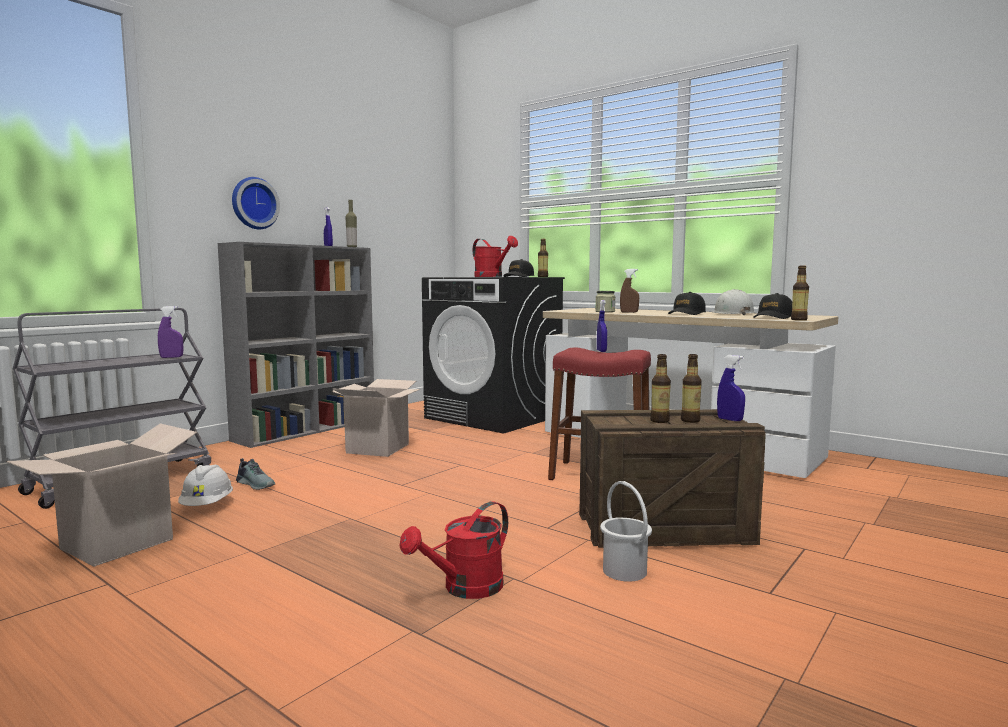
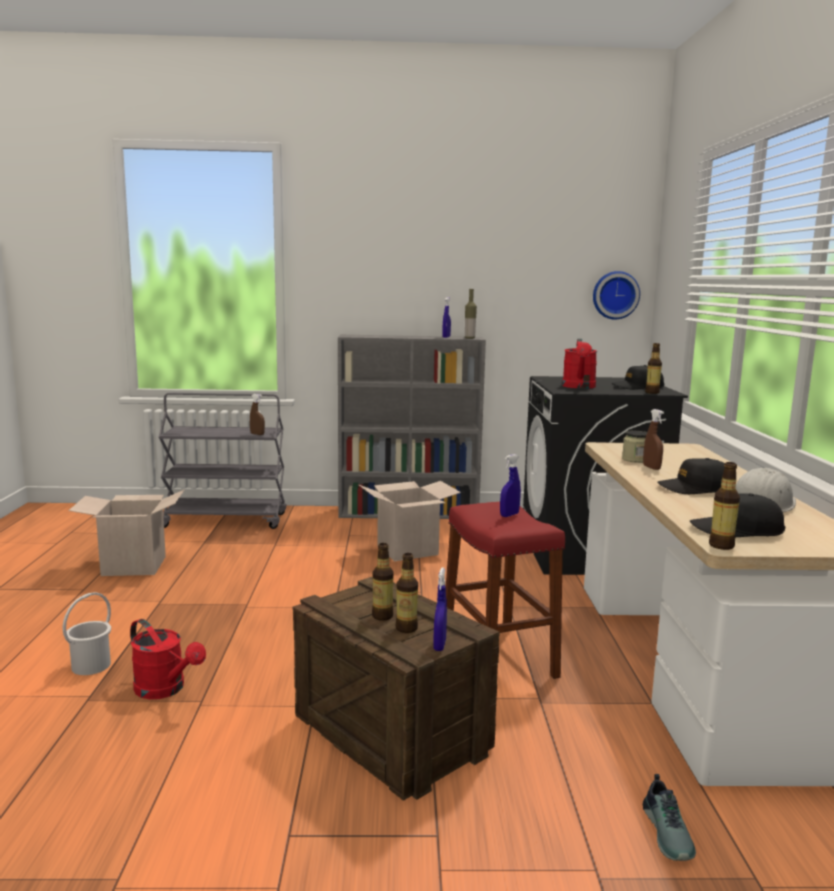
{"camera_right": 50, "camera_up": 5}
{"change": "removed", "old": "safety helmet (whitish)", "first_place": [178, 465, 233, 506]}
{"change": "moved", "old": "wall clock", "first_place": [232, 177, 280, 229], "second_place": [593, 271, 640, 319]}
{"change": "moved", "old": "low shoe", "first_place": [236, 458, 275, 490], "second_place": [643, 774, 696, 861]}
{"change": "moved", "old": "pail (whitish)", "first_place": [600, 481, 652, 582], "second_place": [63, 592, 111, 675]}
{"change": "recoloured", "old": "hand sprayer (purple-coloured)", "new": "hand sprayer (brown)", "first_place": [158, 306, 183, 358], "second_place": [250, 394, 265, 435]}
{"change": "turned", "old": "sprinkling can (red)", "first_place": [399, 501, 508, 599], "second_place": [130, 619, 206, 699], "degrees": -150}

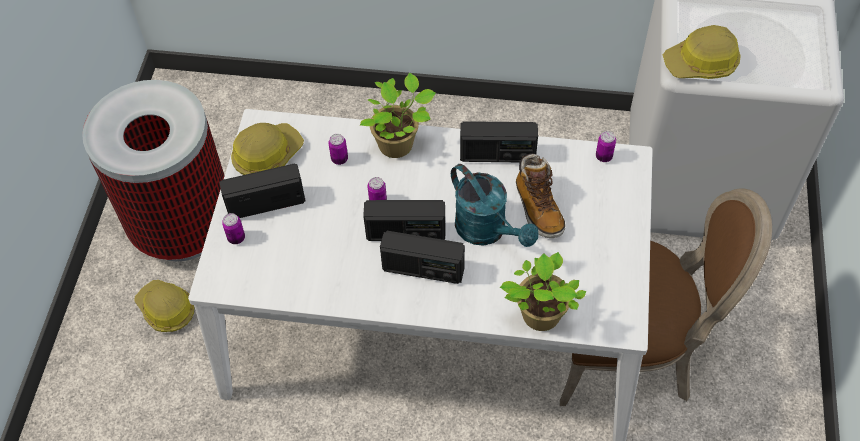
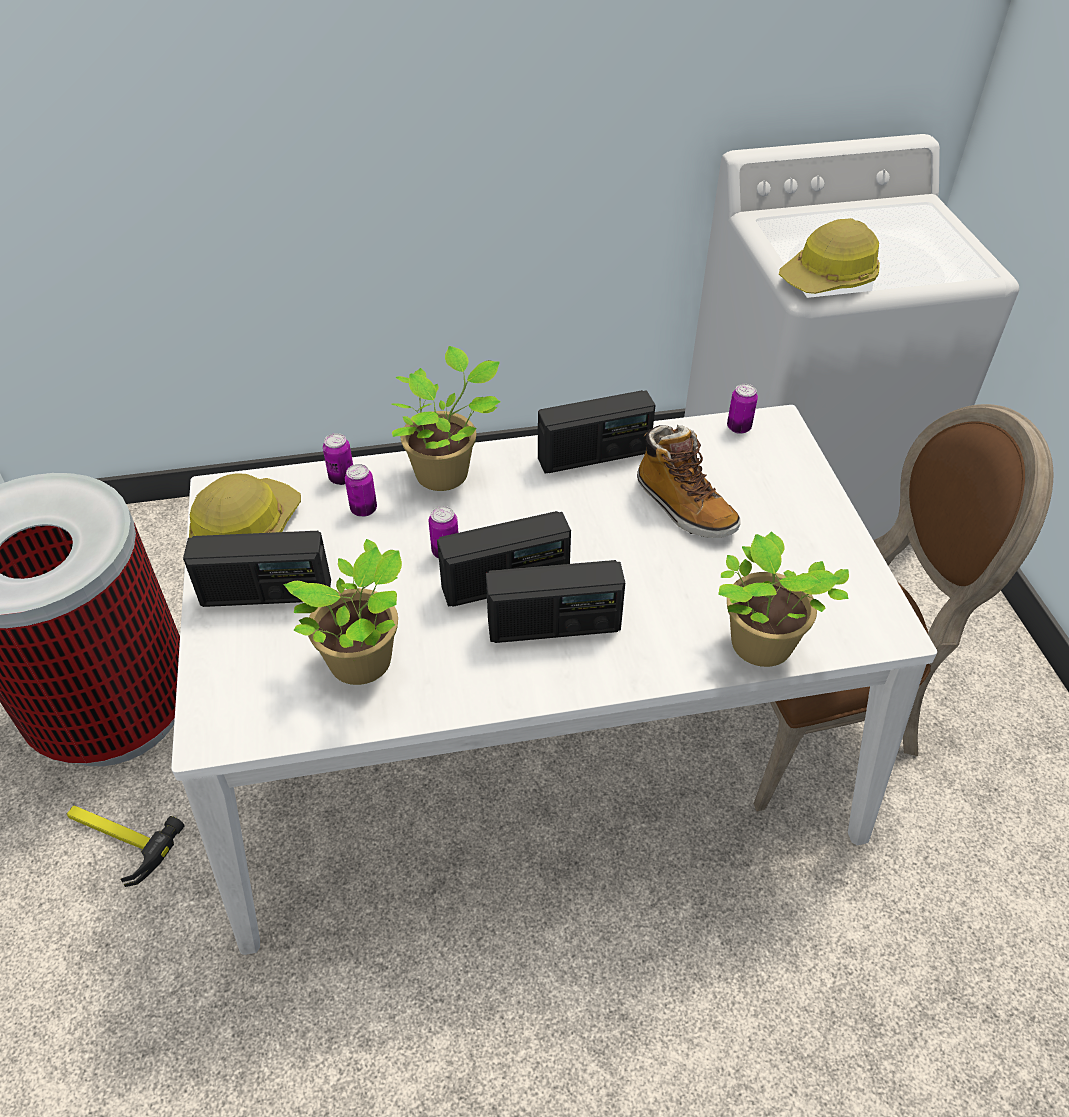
{"camera_right": -20, "camera_up": -10}
{"change": "removed", "old": "sprinkling can (turquoise-coloured)", "first_place": [451, 164, 538, 247]}
{"change": "added", "new": "houseplant", "second_place": [283, 539, 402, 685]}
{"change": "moved", "old": "metal can", "first_place": [222, 213, 245, 244], "second_place": [323, 433, 353, 485]}
{"change": "replaced", "old": "safety helmet", "new": "hand hammer", "first_place": [134, 280, 194, 332], "second_place": [67, 805, 184, 887]}
{"change": "turned", "old": "radio receiver", "first_place": [219, 164, 306, 218], "second_place": [183, 531, 331, 607], "degrees": -150}

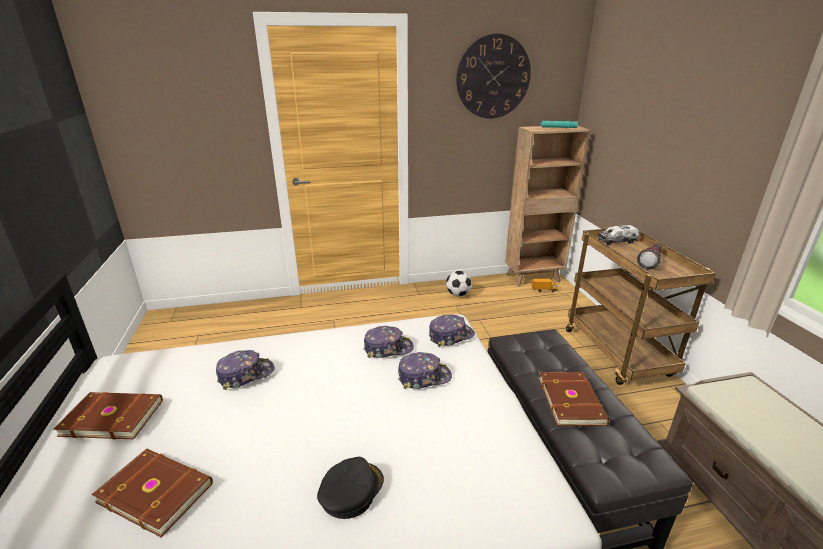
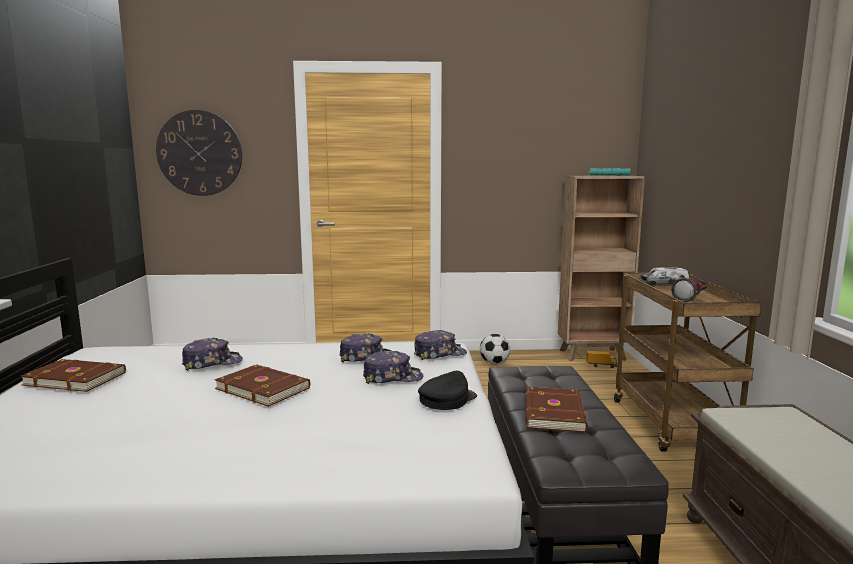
{"camera_right": 10, "camera_up": -15}
{"change": "moved", "old": "volume (brown)", "first_place": [91, 449, 213, 537], "second_place": [214, 364, 310, 407]}
{"change": "moved", "old": "peaked cap (black-coloured)", "first_place": [317, 457, 384, 519], "second_place": [418, 371, 477, 410]}
{"change": "moved", "old": "wall clock", "first_place": [456, 34, 531, 119], "second_place": [156, 110, 242, 196]}

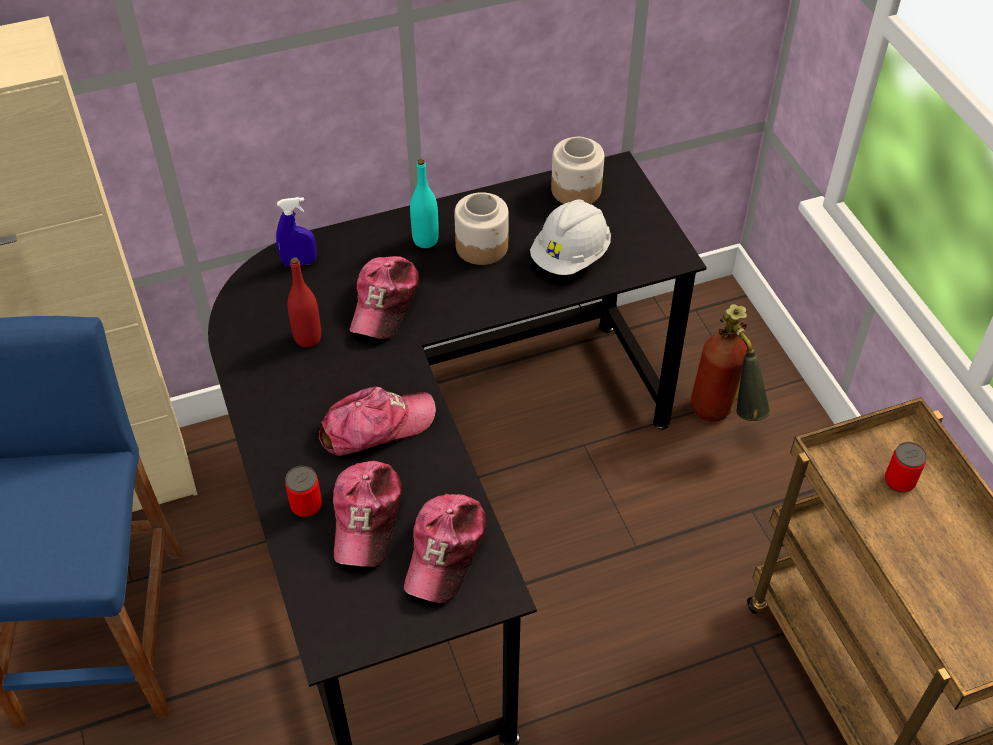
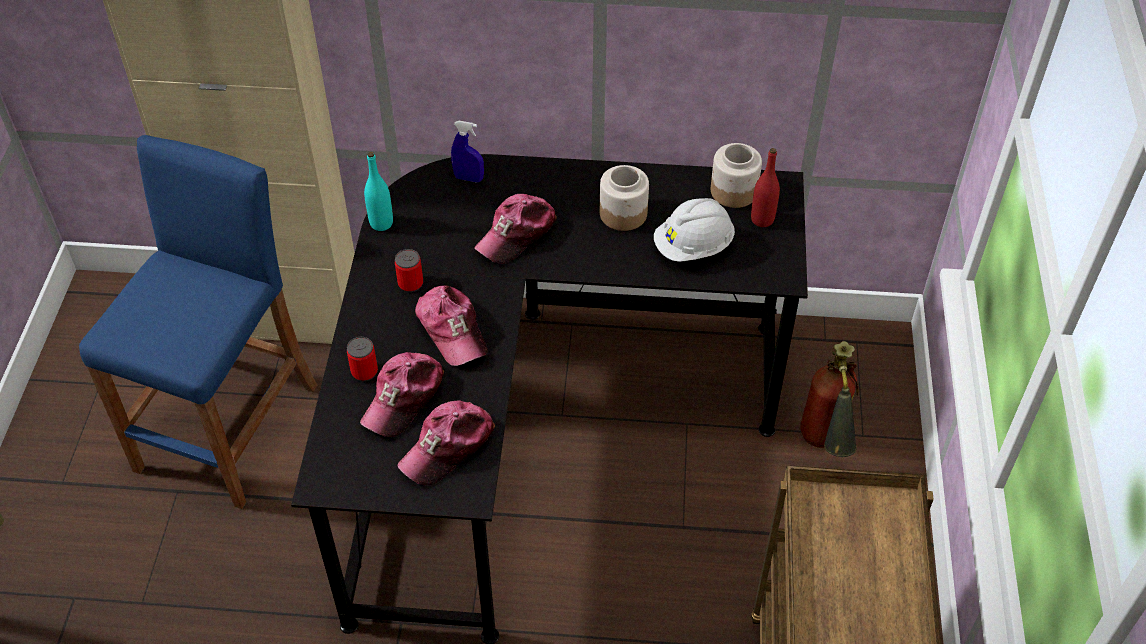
{"camera_right": 25, "camera_up": 0}
{"change": "moved", "old": "drink bottle (red)", "first_place": [287, 257, 321, 347], "second_place": [751, 148, 780, 227]}
{"change": "moved", "old": "drink bottle (turquoise-coloured)", "first_place": [410, 159, 439, 248], "second_place": [364, 152, 393, 231]}
{"change": "moved", "old": "metal can", "first_place": [885, 442, 927, 493], "second_place": [395, 249, 423, 292]}
{"change": "turned", "old": "peaked cap", "first_place": [319, 386, 436, 456], "second_place": [415, 286, 488, 366], "degrees": 60}

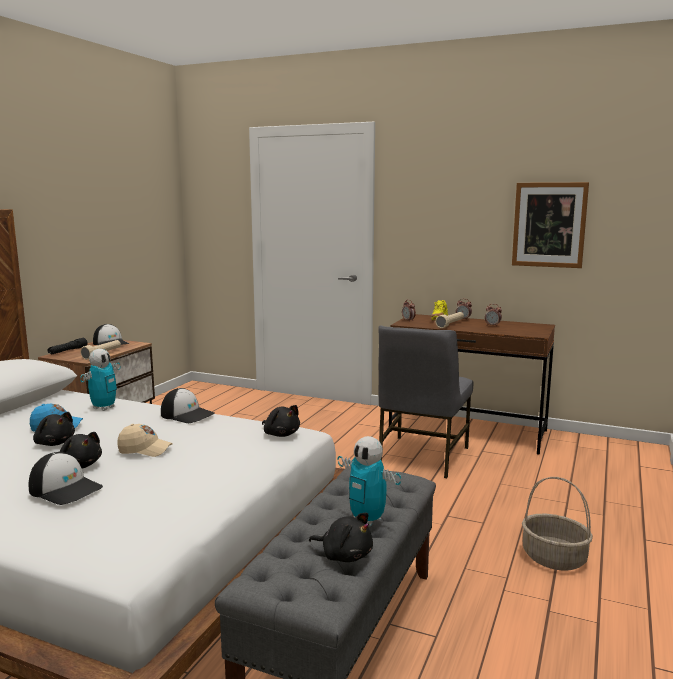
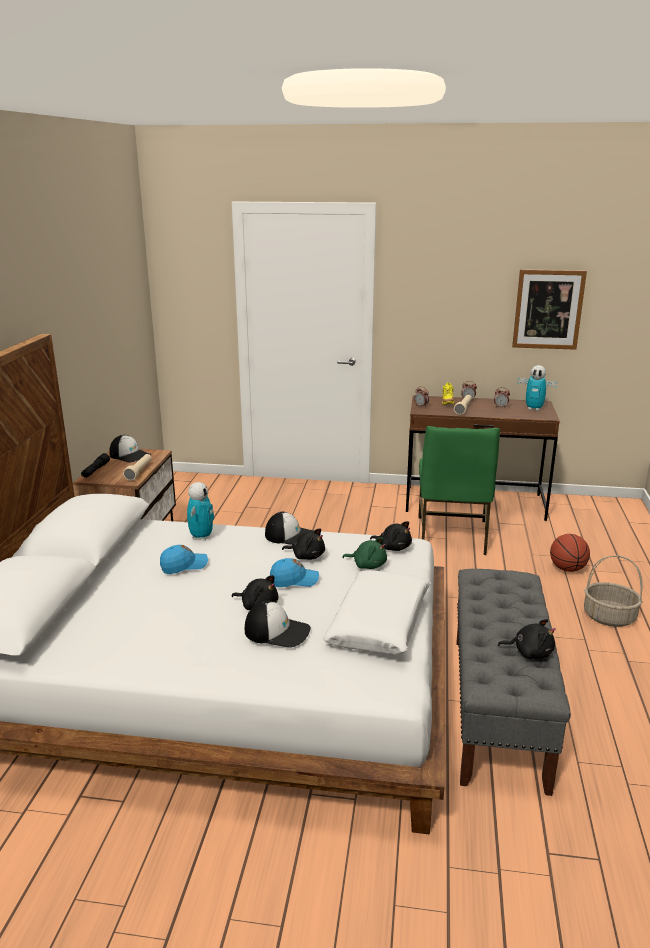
{"camera_right": -15, "camera_up": 10}
{"change": "added", "new": "cushion (whitish)", "second_place": [323, 570, 430, 654]}
{"change": "added", "new": "plush toy (green-coloured)", "second_place": [342, 537, 387, 569]}
{"change": "added", "new": "basketball", "second_place": [550, 534, 590, 572]}
{"change": "moved", "old": "plush toy (black-coloured)", "first_place": [33, 412, 75, 446], "second_place": [282, 528, 325, 560]}
{"change": "moved", "old": "robot figure", "first_place": [338, 436, 401, 527], "second_place": [517, 365, 558, 411]}
{"change": "recoloured", "old": "peaked cap (beige)", "new": "peaked cap (bluish)", "first_place": [117, 424, 173, 457], "second_place": [270, 558, 319, 587]}
{"change": "recoloured", "old": "upright chair (greyish)", "new": "upright chair (green-coloured)", "first_place": [378, 326, 473, 478], "second_place": [418, 426, 500, 555]}

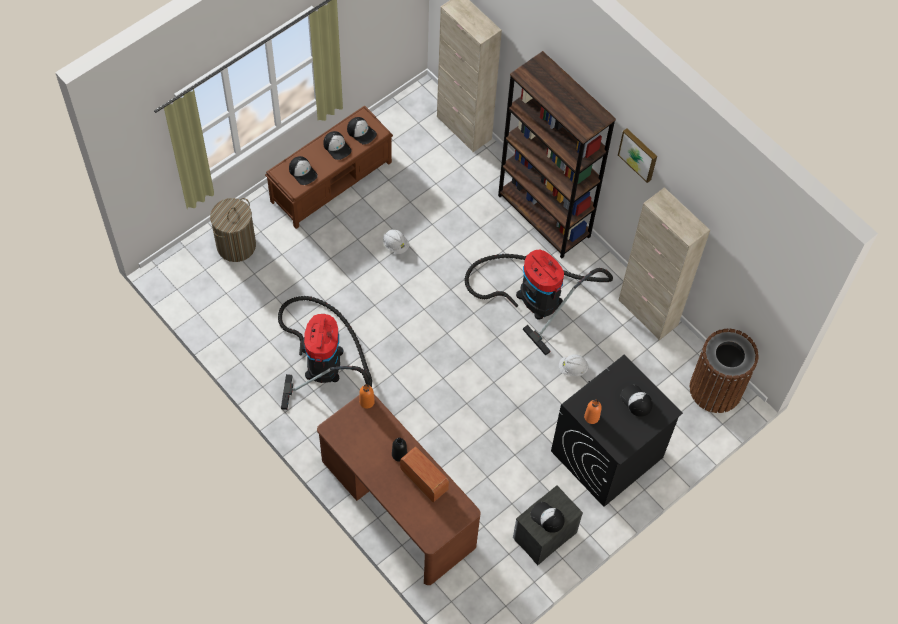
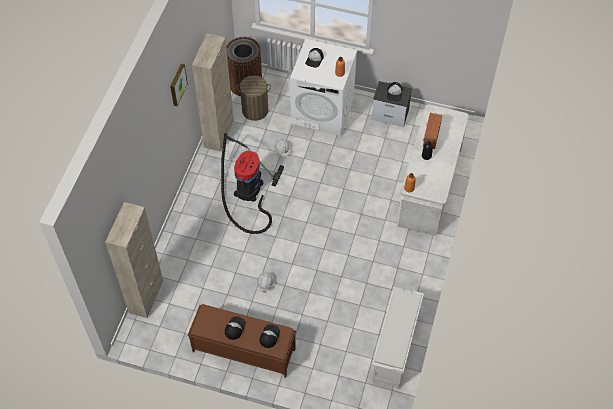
{"camera_right": -120, "camera_up": -5}
{"change": "removed", "old": "vacuum cleaner", "first_place": [278, 296, 372, 410]}
{"change": "removed", "old": "peaked cap", "first_place": [347, 117, 377, 144]}
{"change": "removed", "old": "bookcase (brown)", "first_place": [498, 51, 616, 258]}
{"change": "added", "new": "shoe stand (whitish)", "second_place": [372, 287, 424, 389]}
{"change": "moved", "old": "laundry basket", "first_place": [210, 198, 256, 262], "second_place": [237, 75, 271, 121]}
{"change": "recoloured", "old": "desk unit (brown)", "new": "desk unit (whitish)", "first_place": [317, 394, 481, 585], "second_place": [397, 104, 469, 236]}
{"change": "recoloured", "old": "washing machine (black-coloured)", "new": "washing machine (whitish)", "first_place": [551, 355, 683, 507], "second_place": [290, 39, 357, 136]}

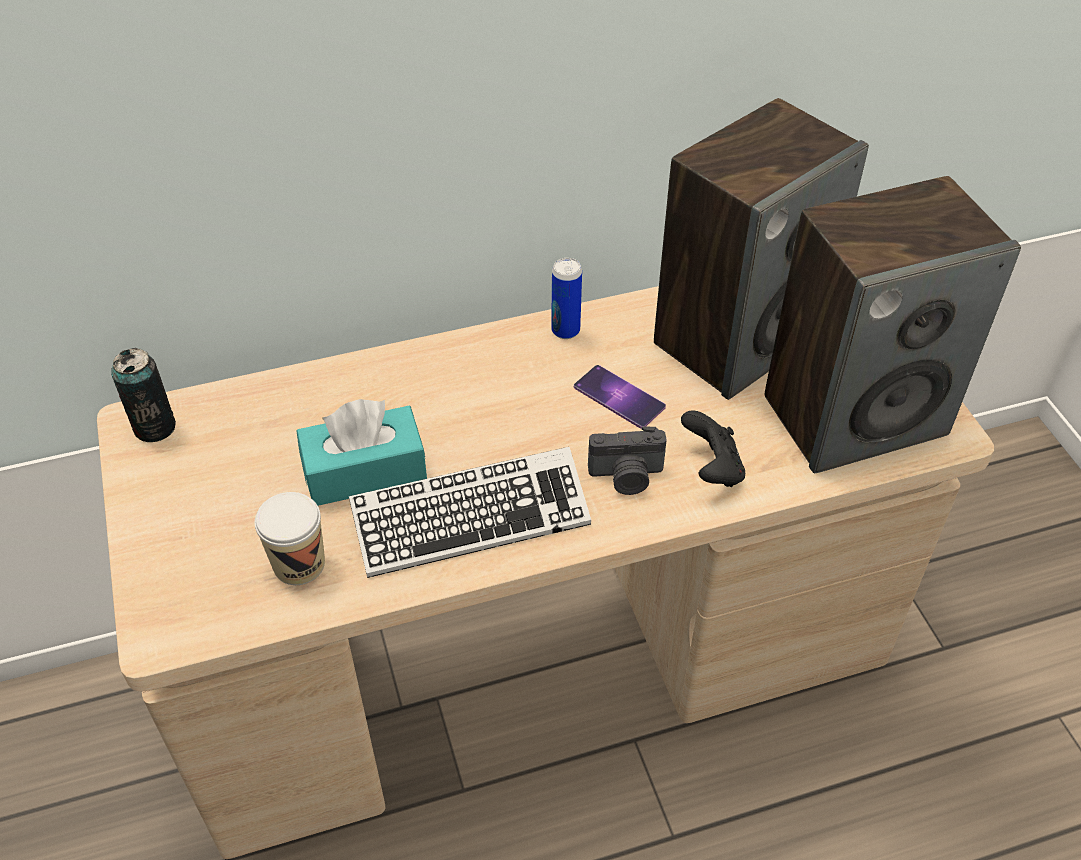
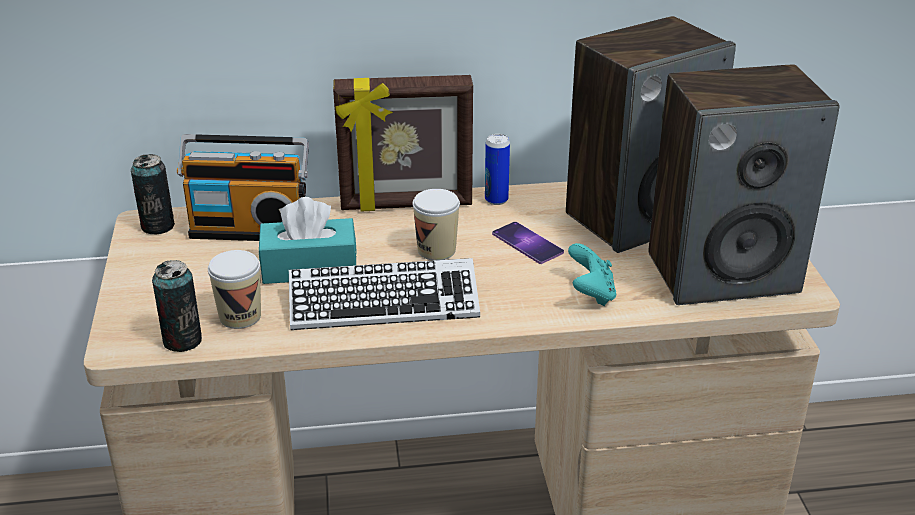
{"camera_right": 10, "camera_up": -15}
{"change": "removed", "old": "photo camera", "first_place": [588, 426, 667, 495]}
{"change": "added", "new": "metal can", "second_place": [152, 260, 202, 352]}
{"change": "added", "new": "radio receiver", "second_place": [177, 134, 309, 241]}
{"change": "added", "new": "picture frame", "second_place": [333, 75, 473, 211]}
{"change": "added", "new": "drinking cup", "second_place": [413, 189, 460, 261]}
{"change": "recoloured", "old": "joypad (black-coloured)", "new": "joypad (turquoise-coloured)", "first_place": [681, 410, 745, 487], "second_place": [568, 243, 616, 306]}

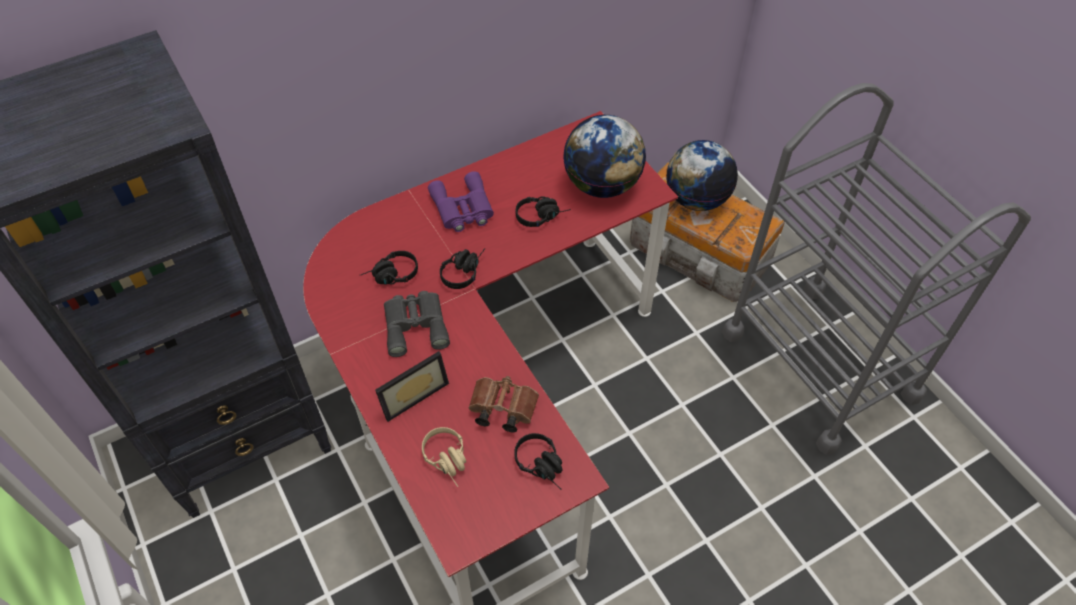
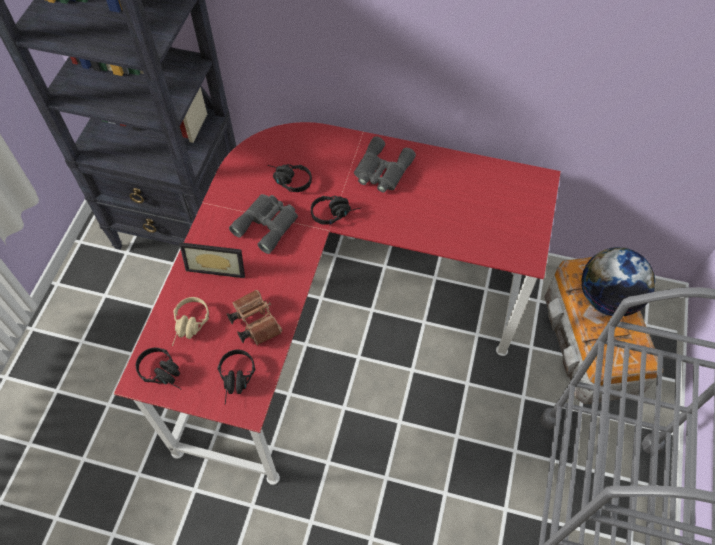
{"camera_right": 45, "camera_up": 5}
{"change": "removed", "old": "globe", "first_place": [564, 115, 646, 198]}
{"change": "moved", "old": "headphones (black-coloured)", "first_place": [515, 196, 571, 227], "second_place": [136, 348, 181, 389]}
{"change": "recoloured", "old": "pair of binoculars (purple-coloured)", "new": "pair of binoculars (greyish)", "first_place": [428, 171, 494, 232], "second_place": [354, 136, 416, 192]}

